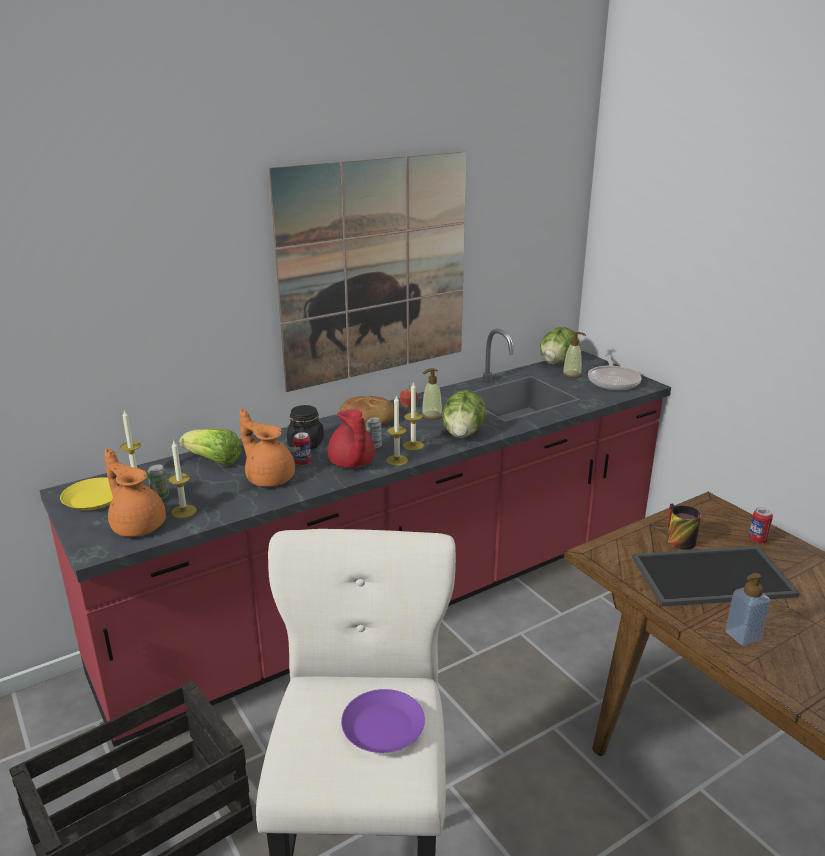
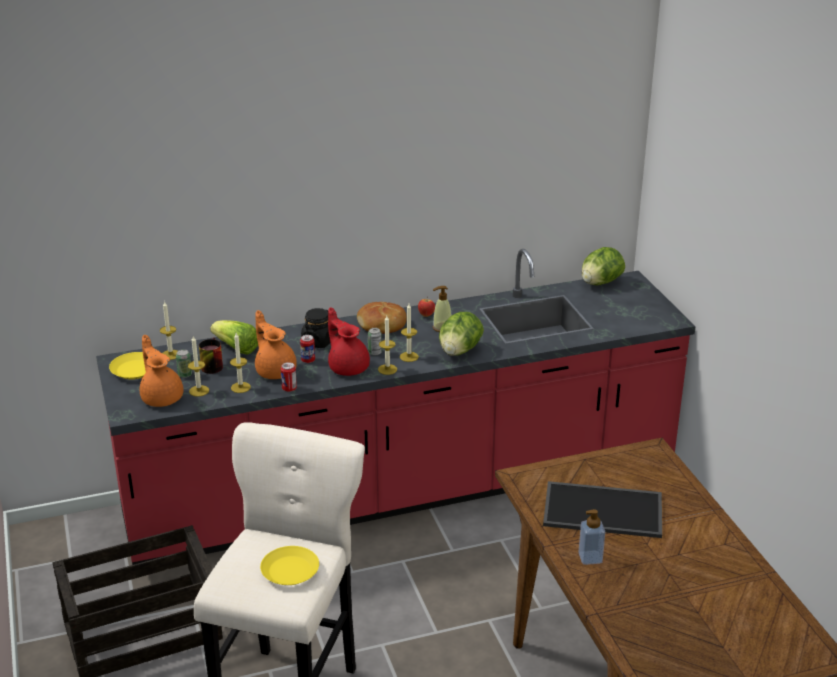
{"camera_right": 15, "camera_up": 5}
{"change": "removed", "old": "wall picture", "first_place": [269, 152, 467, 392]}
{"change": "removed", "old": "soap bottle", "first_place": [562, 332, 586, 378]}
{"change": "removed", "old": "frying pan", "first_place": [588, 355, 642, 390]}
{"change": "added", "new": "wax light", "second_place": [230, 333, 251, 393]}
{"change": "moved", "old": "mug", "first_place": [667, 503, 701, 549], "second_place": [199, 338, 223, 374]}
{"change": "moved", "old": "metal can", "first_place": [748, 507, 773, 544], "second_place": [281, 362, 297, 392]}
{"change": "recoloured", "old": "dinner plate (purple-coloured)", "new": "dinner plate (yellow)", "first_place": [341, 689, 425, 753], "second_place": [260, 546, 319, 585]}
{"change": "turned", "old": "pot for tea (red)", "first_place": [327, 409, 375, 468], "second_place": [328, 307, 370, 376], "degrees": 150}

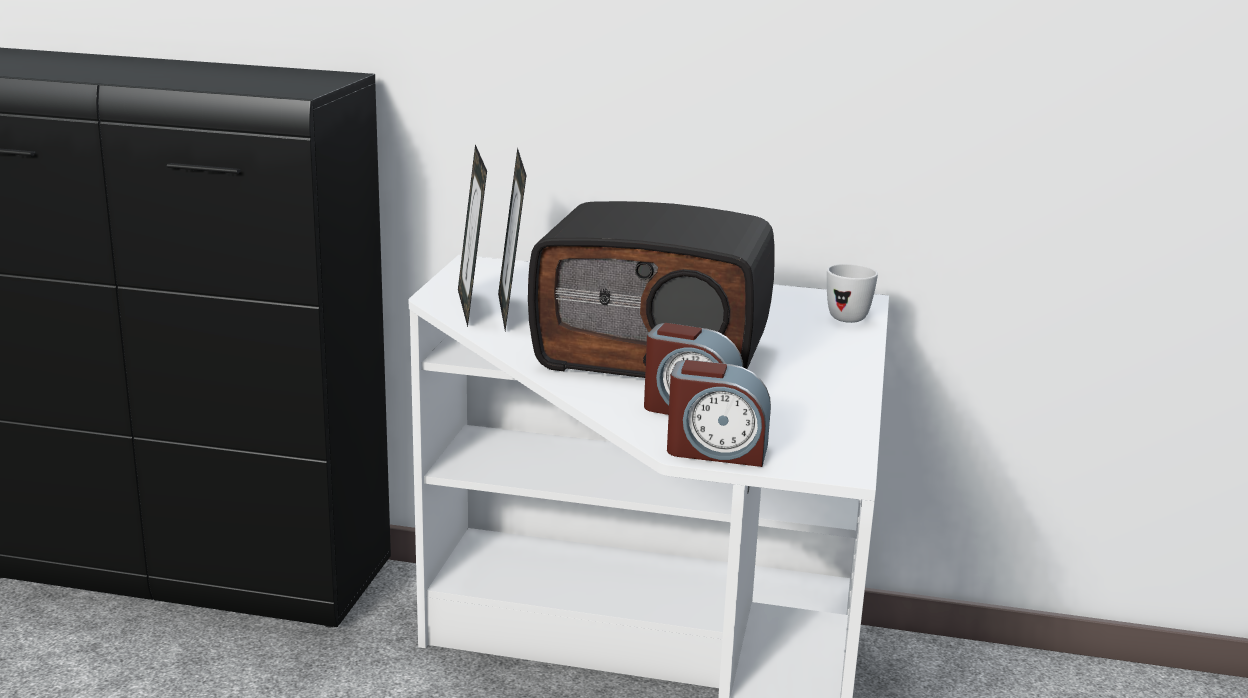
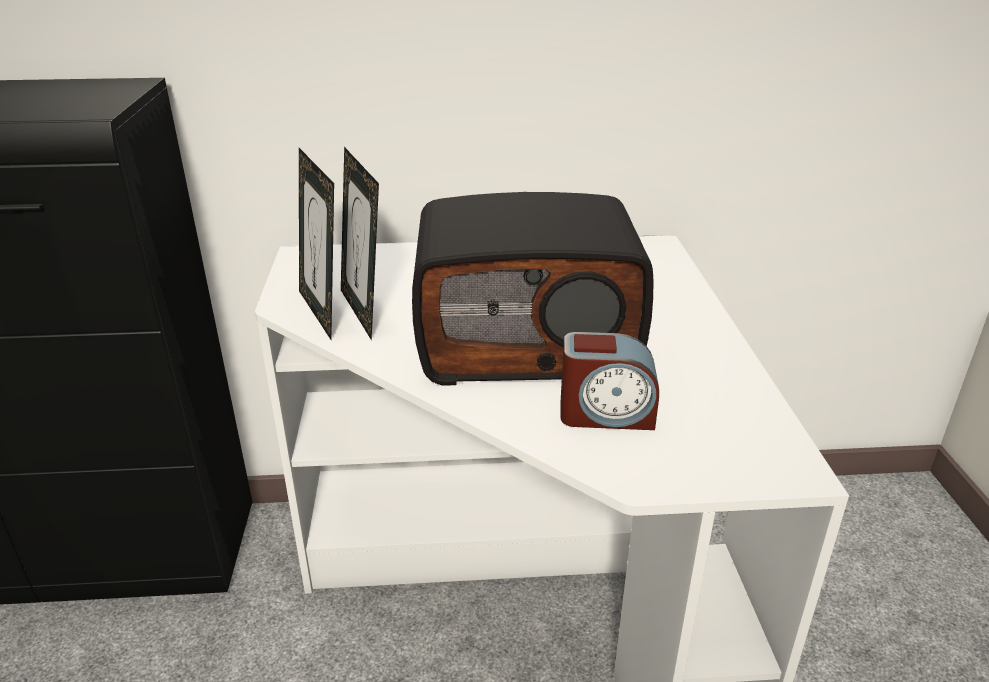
{"camera_right": -15, "camera_up": 10}
{"change": "removed", "old": "bedside clock", "first_place": [667, 360, 771, 467]}
{"change": "removed", "old": "mug (whitish)", "first_place": [827, 264, 878, 323]}

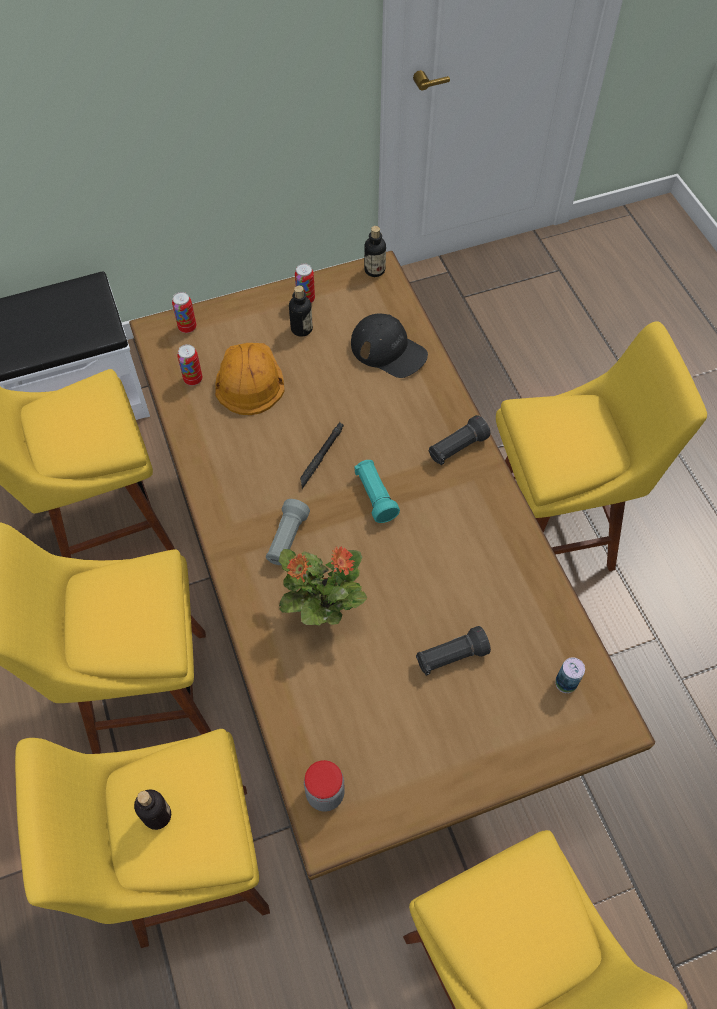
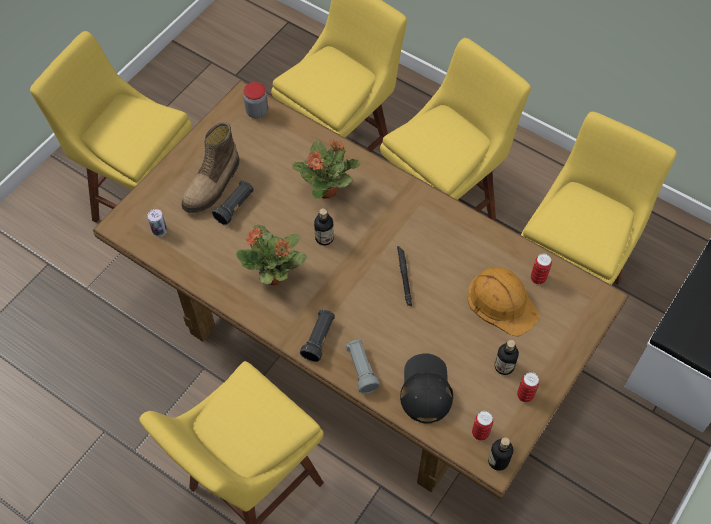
{"camera_right": 145, "camera_up": 0}
{"change": "removed", "old": "flashlight (turquoise-coloured)", "first_place": [355, 460, 400, 523]}
{"change": "added", "new": "tall boot", "second_place": [182, 122, 240, 213]}
{"change": "added", "new": "houseplant", "second_place": [236, 224, 307, 285]}
{"change": "moved", "old": "drink bottle", "first_place": [134, 789, 171, 830], "second_place": [314, 208, 334, 245]}
{"change": "moved", "old": "metal can", "first_place": [172, 292, 196, 333], "second_place": [472, 411, 494, 441]}
{"change": "moved", "old": "flashlight (greyish)", "first_place": [266, 499, 310, 565], "second_place": [346, 340, 380, 394]}
{"change": "turned", "old": "peaked cap (black-coloured)", "first_place": [351, 313, 428, 378], "second_place": [400, 353, 453, 424], "degrees": 90}

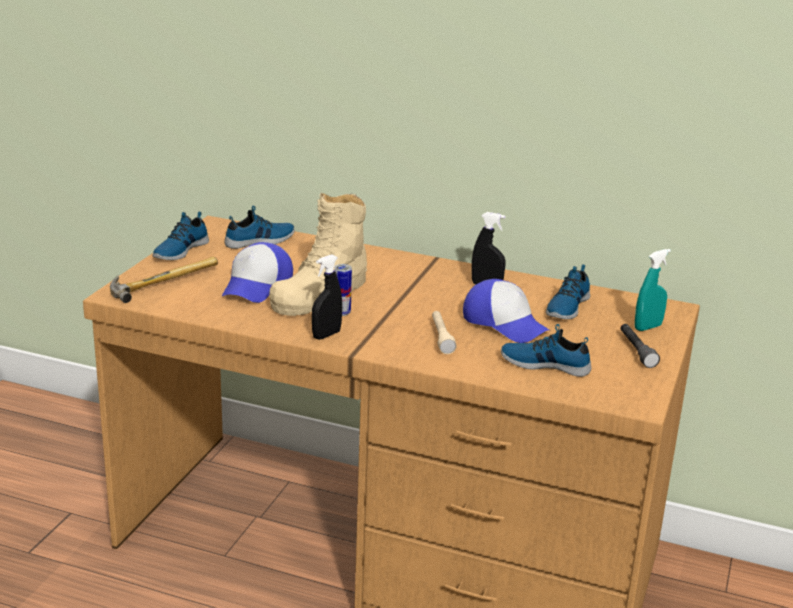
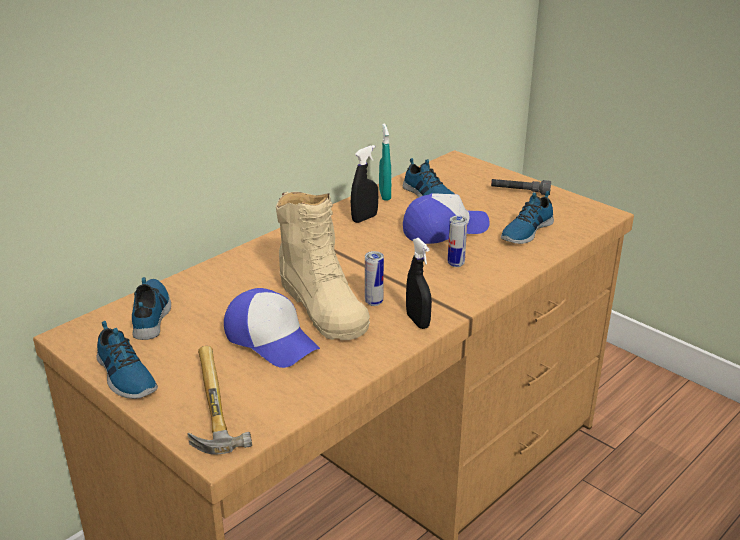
{"camera_right": -65, "camera_up": 5}
{"change": "moved", "old": "hand sprayer (turquoise-coloured)", "first_place": [635, 249, 671, 331], "second_place": [379, 123, 391, 201]}
{"change": "replaced", "old": "flashlight (beige)", "new": "metal can", "first_place": [432, 311, 457, 354], "second_place": [448, 216, 467, 267]}

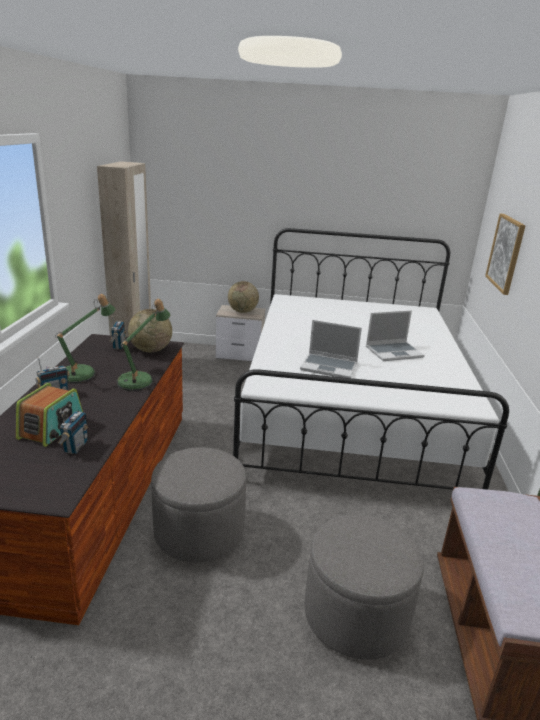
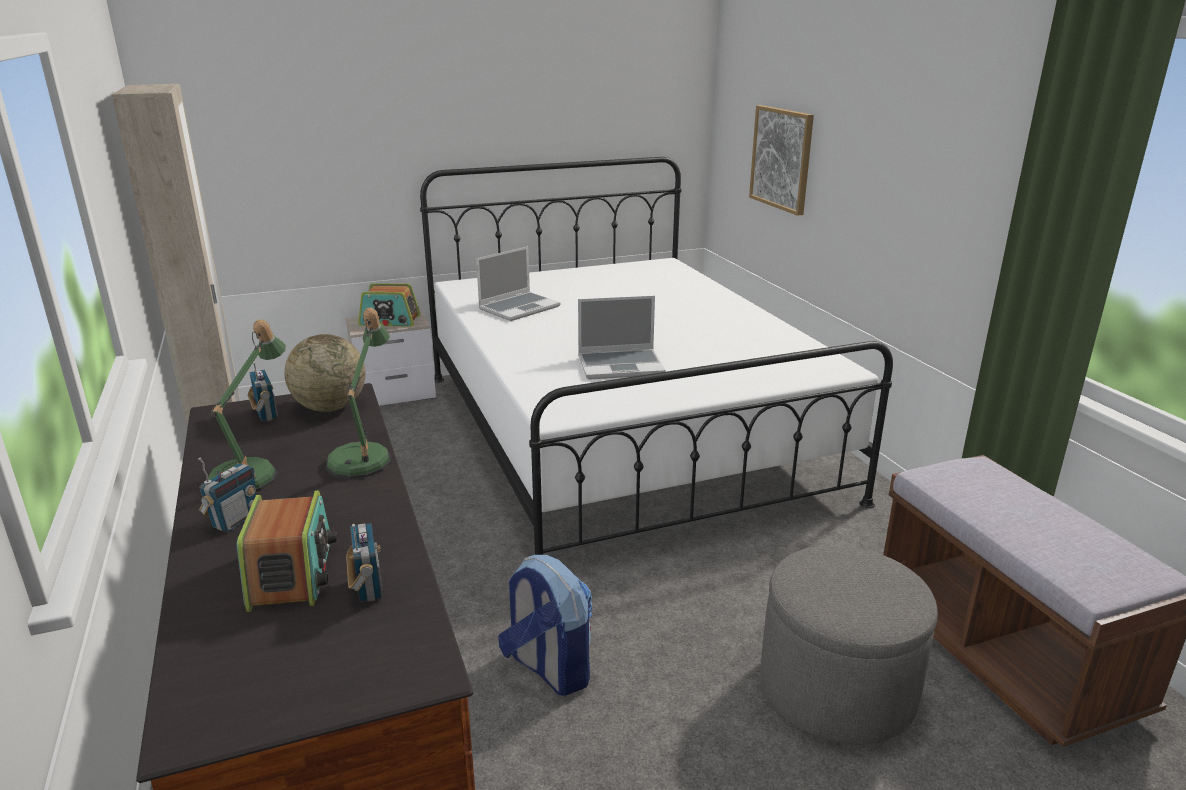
{"camera_right": -25, "camera_up": 0}
{"change": "moved", "old": "notebook computer", "first_place": [366, 310, 425, 361], "second_place": [476, 246, 561, 321]}
{"change": "replaced", "old": "footrest (greyish)", "new": "rucksack", "first_place": [151, 448, 246, 562], "second_place": [498, 555, 593, 696]}
{"change": "replaced", "old": "globe", "new": "radio receiver", "first_place": [228, 281, 259, 313], "second_place": [358, 283, 421, 327]}

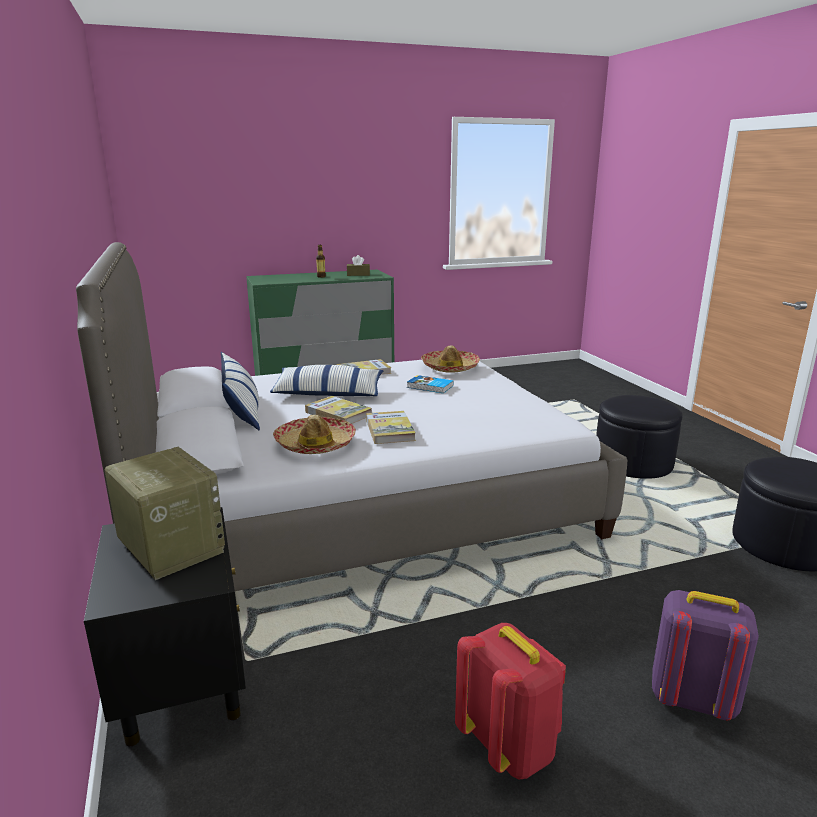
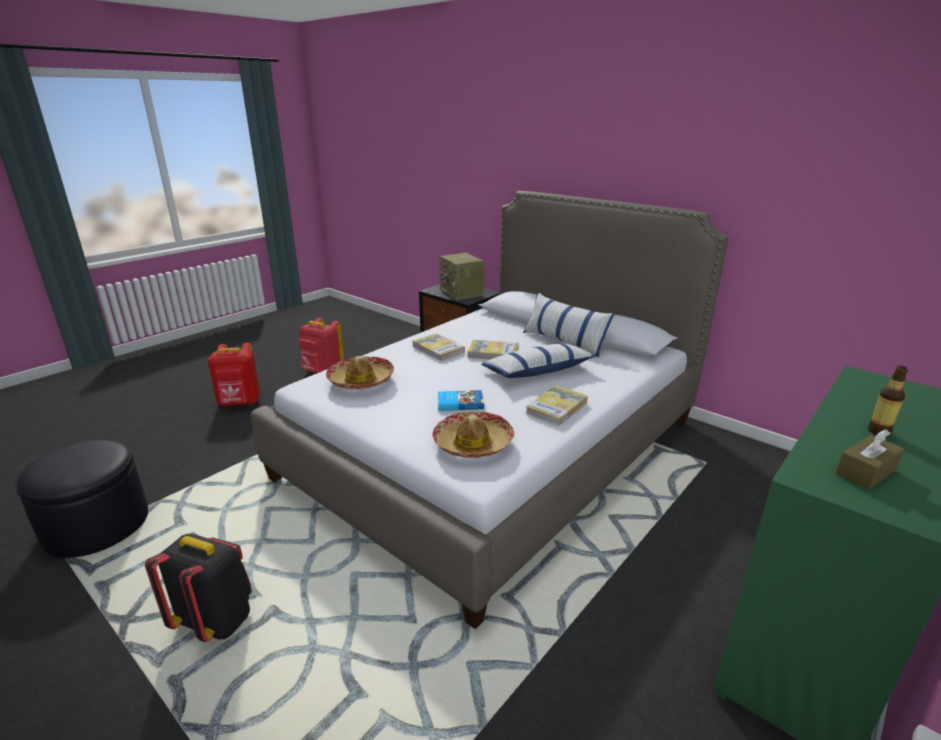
{"camera_right": 150, "camera_up": 5}
{"change": "moved", "old": "hat", "first_place": [273, 415, 356, 454], "second_place": [326, 356, 394, 389]}
{"change": "replaced", "old": "footrest (black-coloured)", "new": "rucksack (black-coloured)", "first_place": [596, 395, 683, 479], "second_place": [145, 533, 252, 642]}
{"change": "recoloured", "old": "rucksack (purple-coloured)", "new": "rucksack (red)", "first_place": [652, 590, 759, 720], "second_place": [208, 343, 260, 406]}
{"change": "turned", "old": "radio receiver", "first_place": [104, 447, 225, 580], "second_place": [440, 253, 484, 300], "degrees": 45}

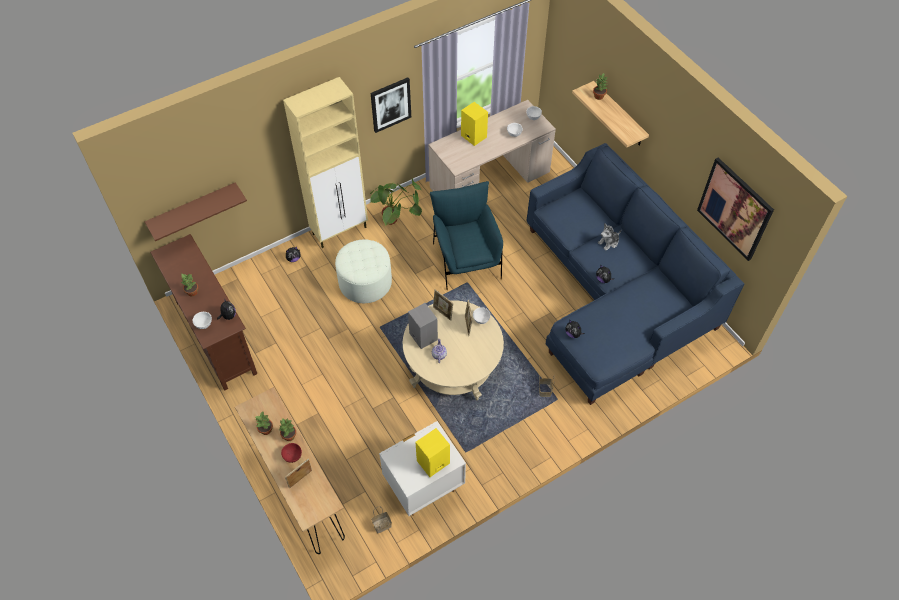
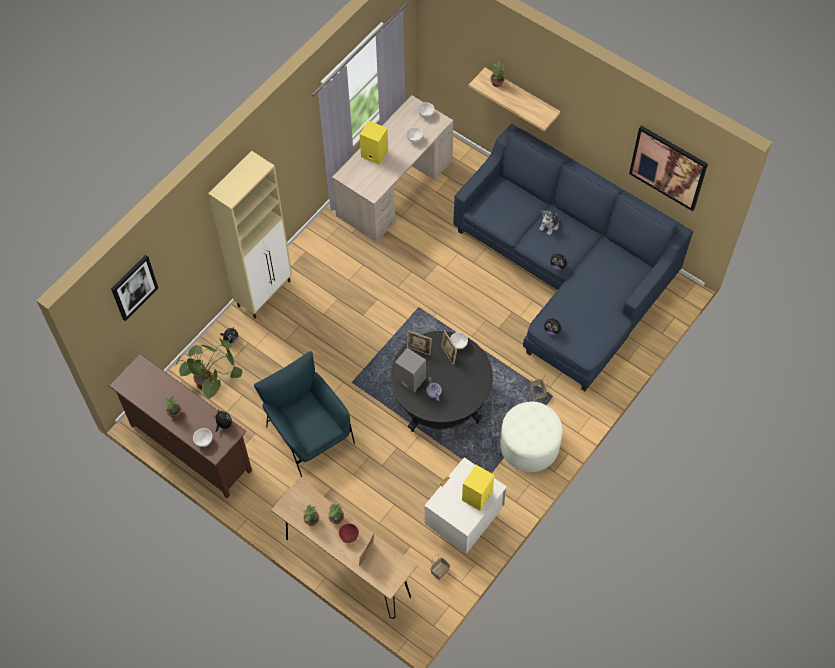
{"camera_right": -20, "camera_up": 5}
{"change": "removed", "old": "bracket shelf (brown)", "first_place": [145, 182, 247, 241]}
{"change": "moved", "old": "footrest (whitish)", "first_place": [335, 239, 392, 303], "second_place": [500, 401, 563, 472]}
{"change": "moved", "old": "houseplant", "first_place": [369, 179, 422, 226], "second_place": [175, 338, 243, 399]}
{"change": "moved", "old": "wall picture", "first_place": [371, 78, 411, 133], "second_place": [111, 255, 158, 321]}
{"change": "moved", "old": "easy chair (bluish)", "first_place": [430, 181, 503, 290], "second_place": [254, 351, 355, 477]}
{"change": "recoloured", "old": "coffee table (beige)", "new": "coffee table (black-coloured)", "first_place": [403, 300, 504, 401], "second_place": [390, 331, 493, 432]}

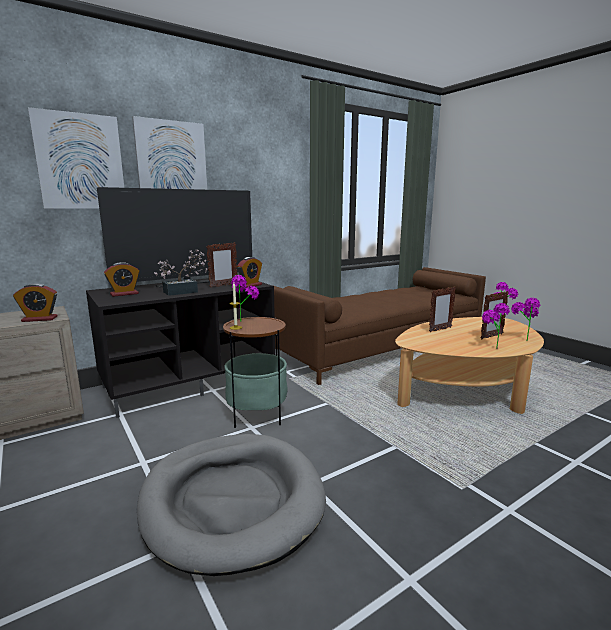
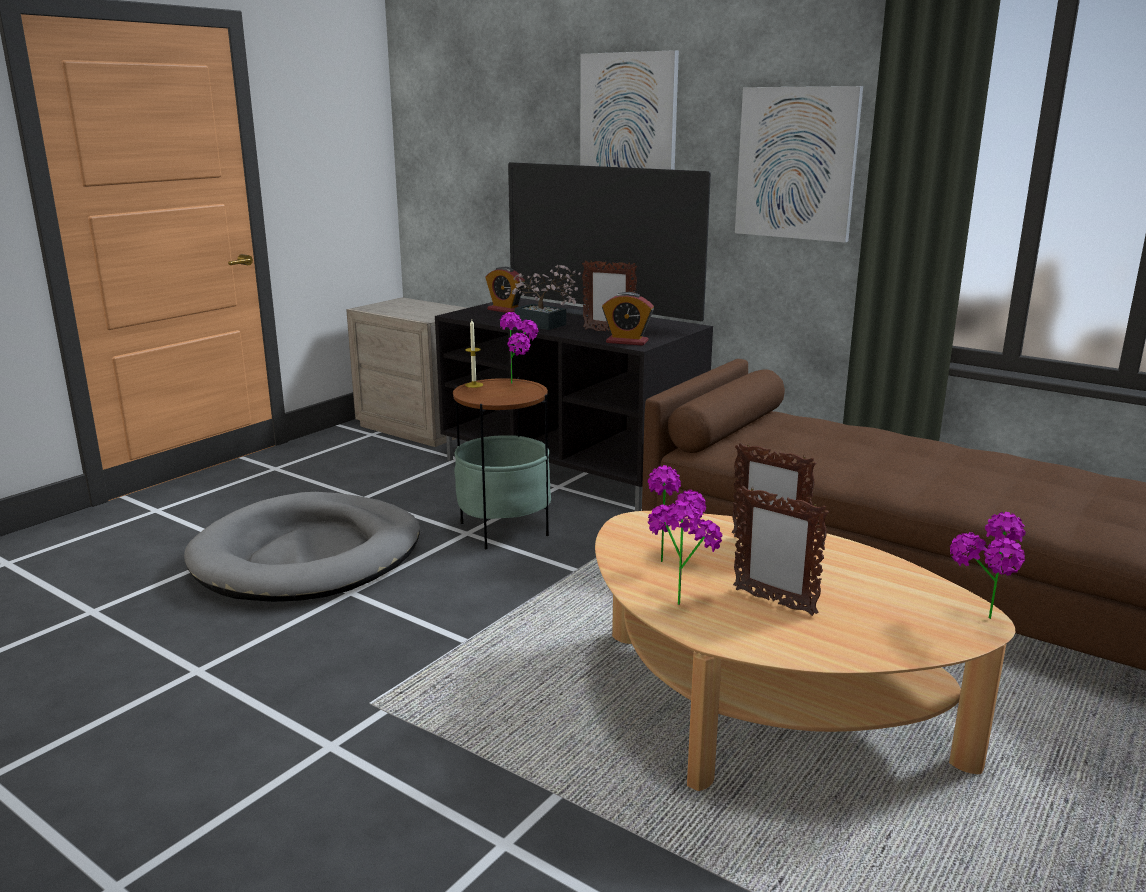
{"camera_right": 70, "camera_up": 5}
{"change": "removed", "old": "bedside clock", "first_place": [13, 283, 58, 322]}
{"change": "moved", "old": "wall picture", "first_place": [28, 107, 124, 209], "second_place": [735, 86, 863, 243]}
{"change": "moved", "old": "houseplant", "first_place": [511, 297, 540, 341], "second_place": [648, 465, 706, 562]}

